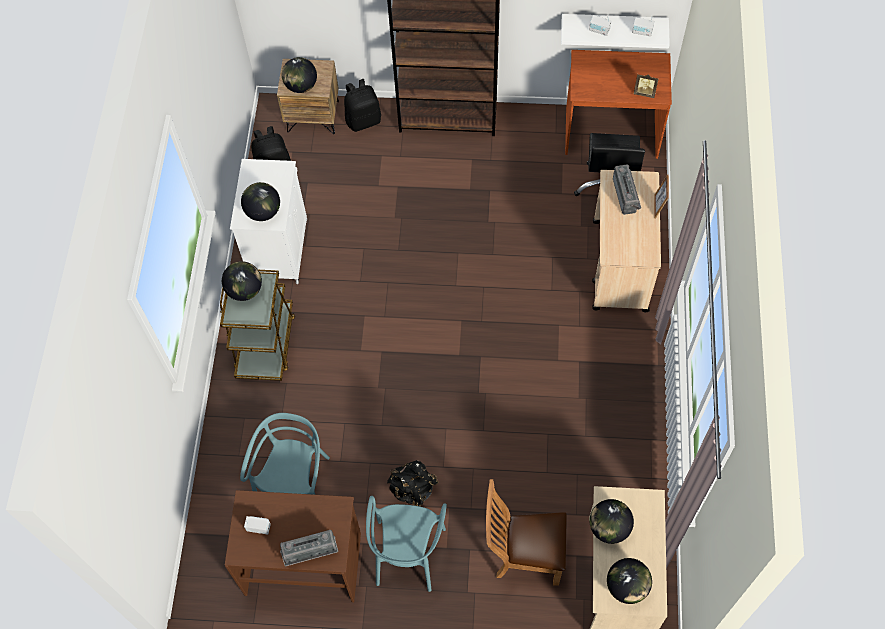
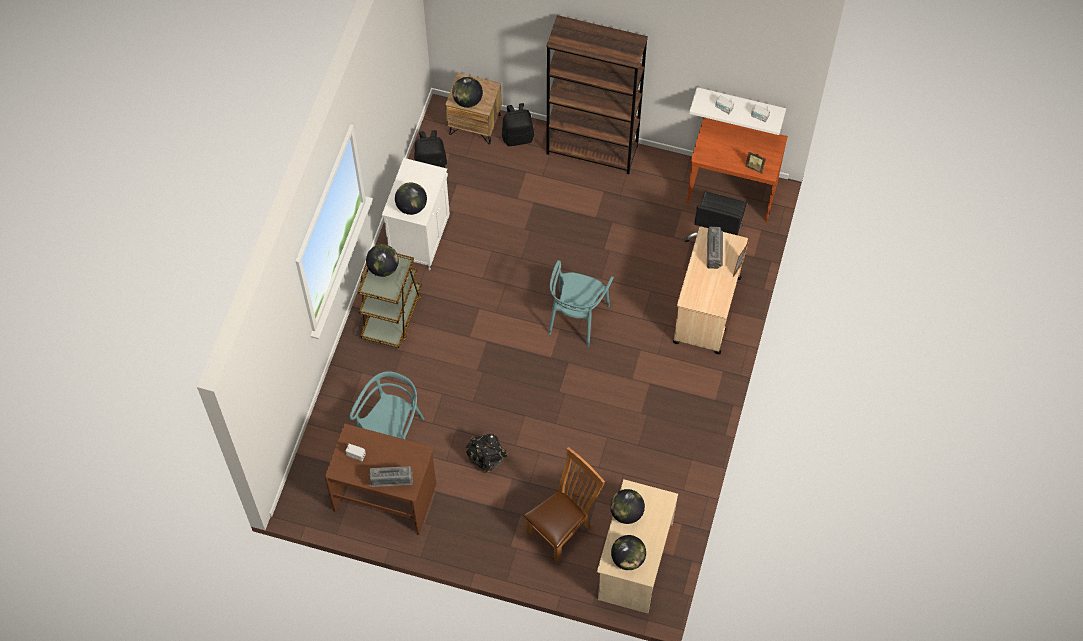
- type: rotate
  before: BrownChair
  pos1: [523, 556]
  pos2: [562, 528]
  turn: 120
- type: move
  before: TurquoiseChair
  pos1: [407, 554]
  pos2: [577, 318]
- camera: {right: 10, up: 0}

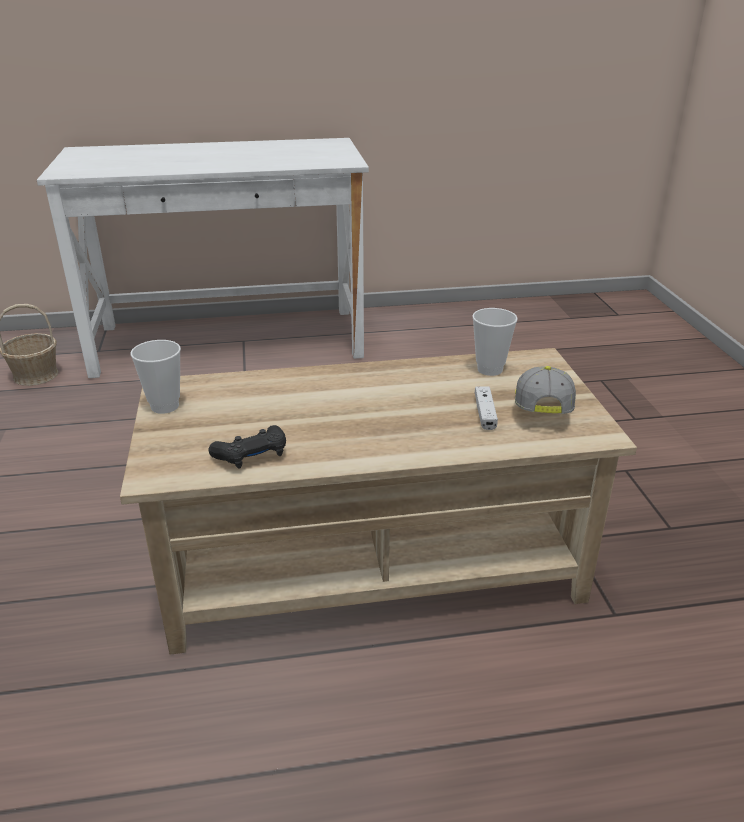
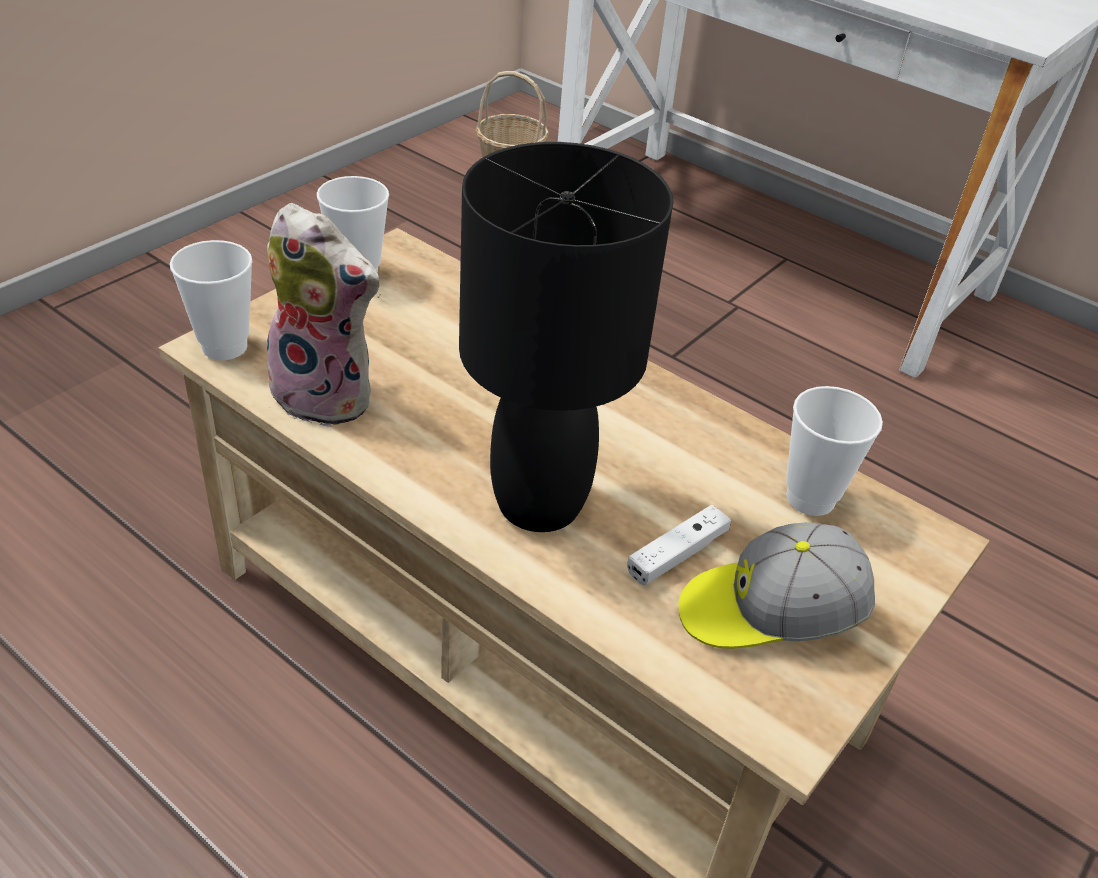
- type: insert
  after: Cup
  pos2: [224, 347]
- type: replace
  before: BlackGameController
  after: PlushToy
  pos1: [252, 456]
  pos2: [329, 395]
- type: insert
  after: BlackTableLamp
  pos2: [541, 503]
- type: rotate
  before: Cap
  pos1: [541, 409]
  pos2: [769, 614]
  turn: -150
- camera: {right: 45, up: 10}

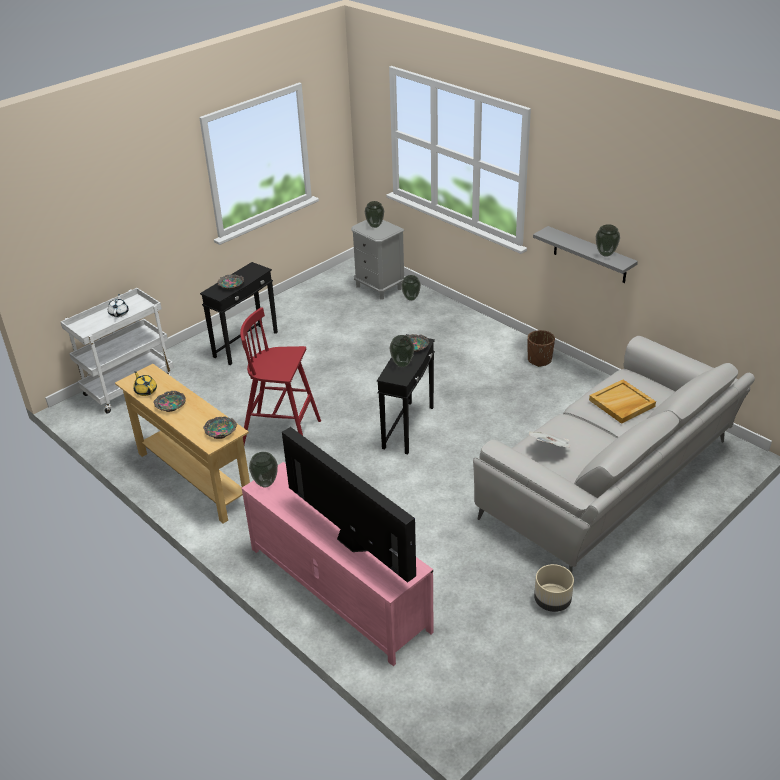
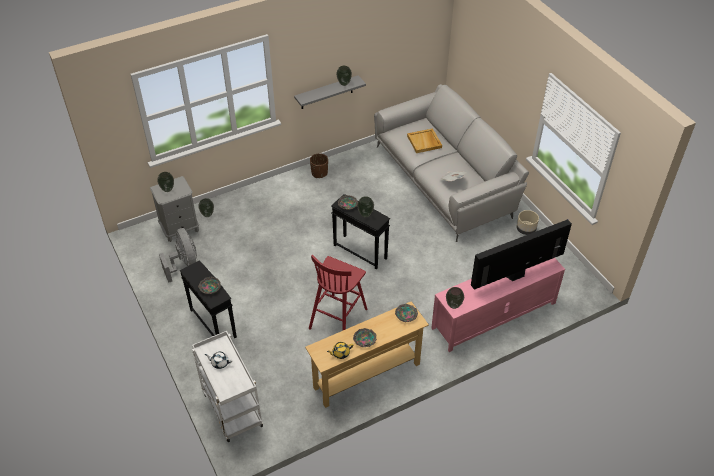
- type: insert
  after: GreyFan
  pos2: [184, 265]
- camera: {right: -75, up: 10}

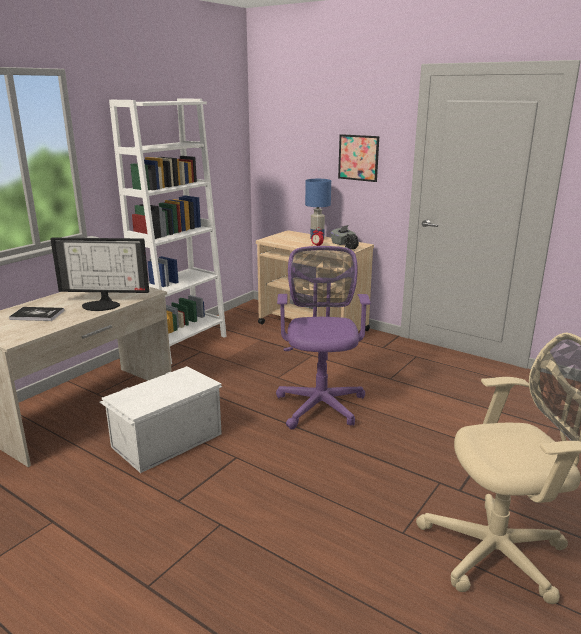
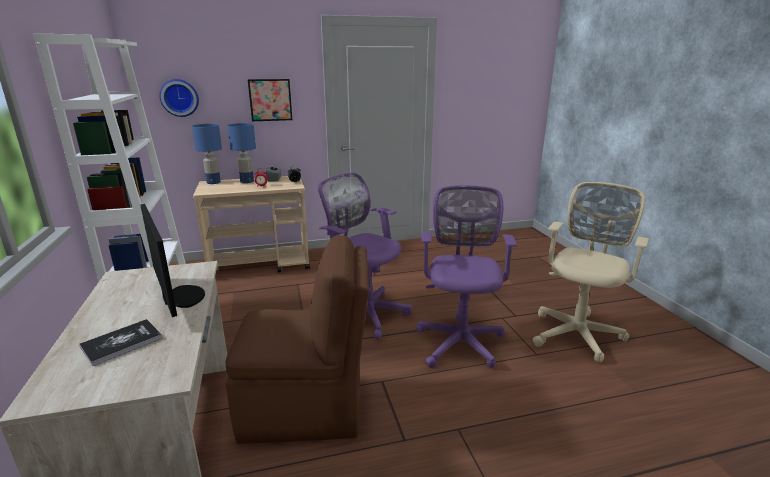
- type: rotate
  before: Monitor
  pos1: [102, 304]
  pos2: [179, 297]
  turn: -75
- type: insert
  after: WallClock
  pos2: [179, 98]
- type: insert
  after: BlueTableLamp
  pos2: [213, 182]
- type: replace
  before: WhiteStorageBox
  after: BrownChair
  pos1: [165, 440]
  pos2: [306, 408]
- type: insert
  after: PurpleOfficeChair
  pos2: [460, 340]
- camera: {right: -50, up: 0}

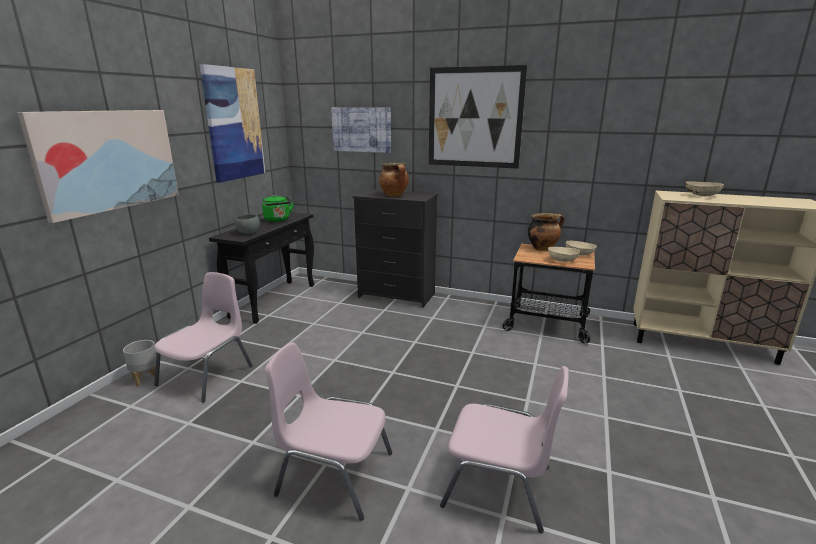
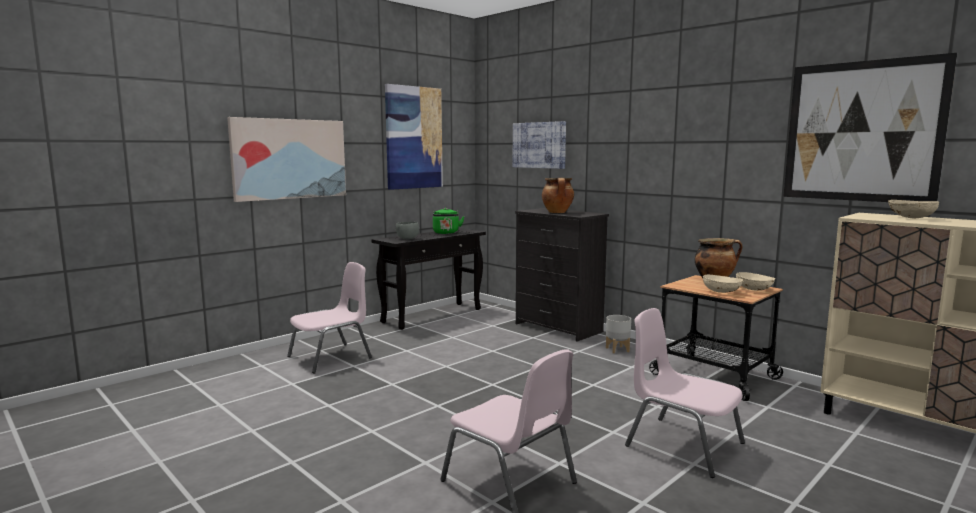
- type: move
  before: GreyPlanter
  pos1: [145, 379]
  pos2: [617, 350]
- type: move
  before: PinkChair
  pos1: [334, 473]
  pos2: [682, 444]
- type: move
  before: Picture
  pos1: [474, 118]
  pos2: [862, 131]
- camera: {right: 25, up: -10}

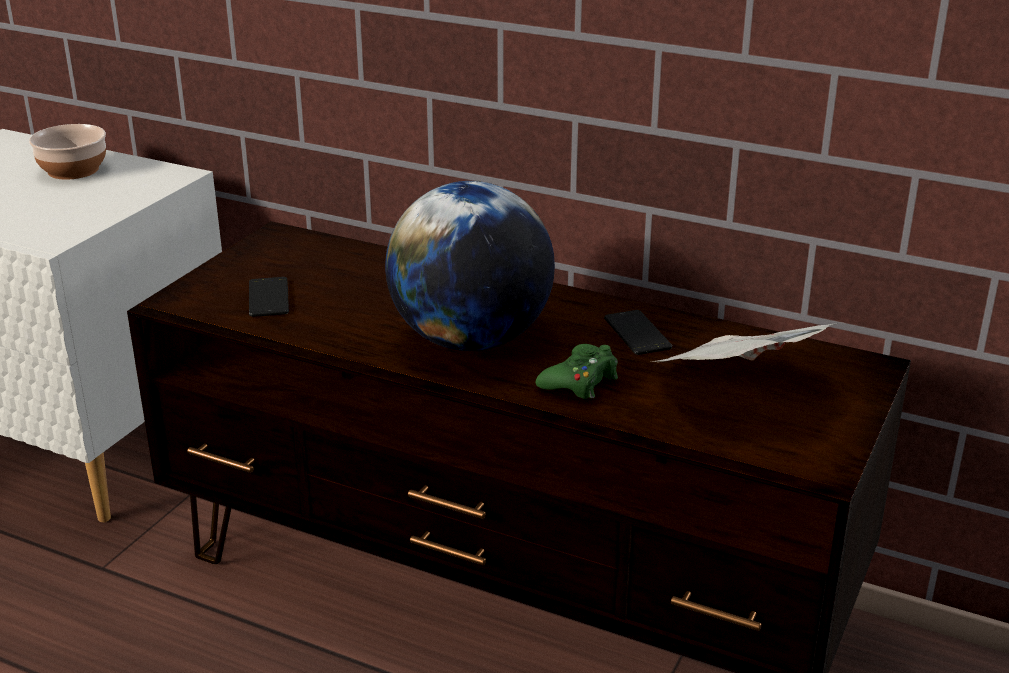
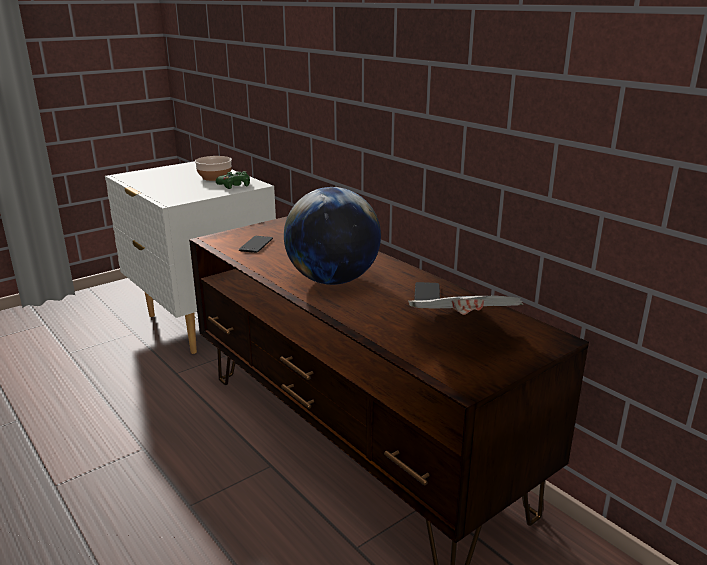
- type: move
  before: GreenGameController
  pos1: [580, 381]
  pos2: [234, 185]
- camera: {right: 25, up: -5}

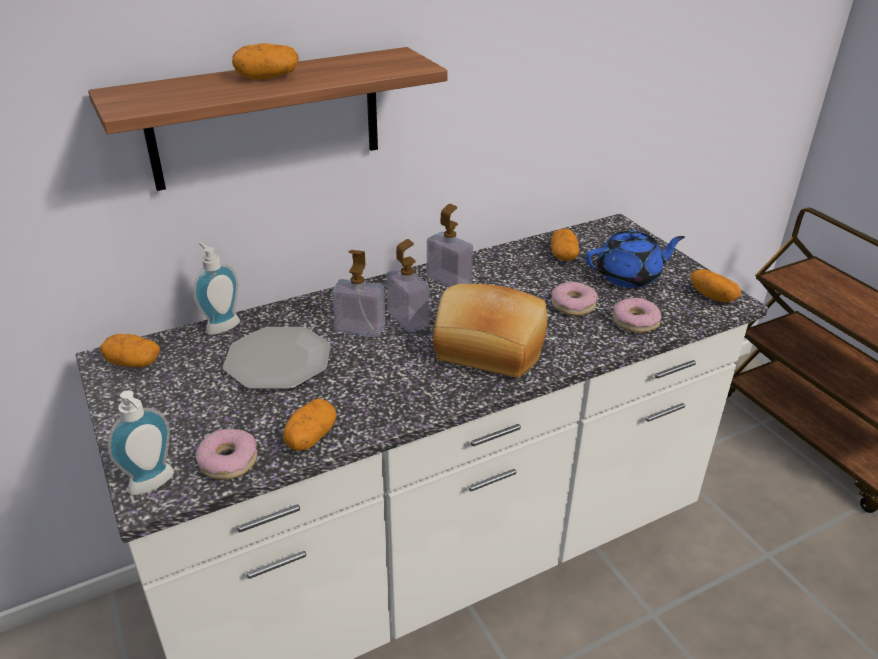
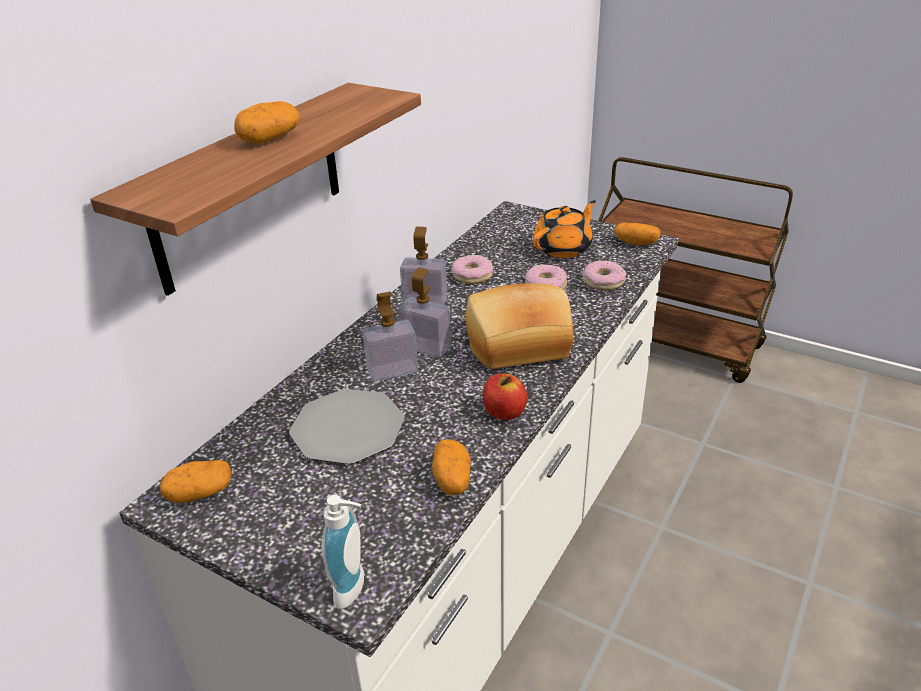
- type: move
  before: Donut
  pos1: [228, 461]
  pos2: [472, 275]
- type: insert
  after: Apple
  pos2: [504, 412]
- type: recolor
  before: BlueTeapot
  after: OrangeTeapot
  pos1: [629, 276]
  pos2: [563, 248]
- type: delete
  before: SoapDispenser
  pos1: [221, 325]
- type: delete
  before: Potato
  pos1: [563, 255]
- camera: {right: -30, up: 0}

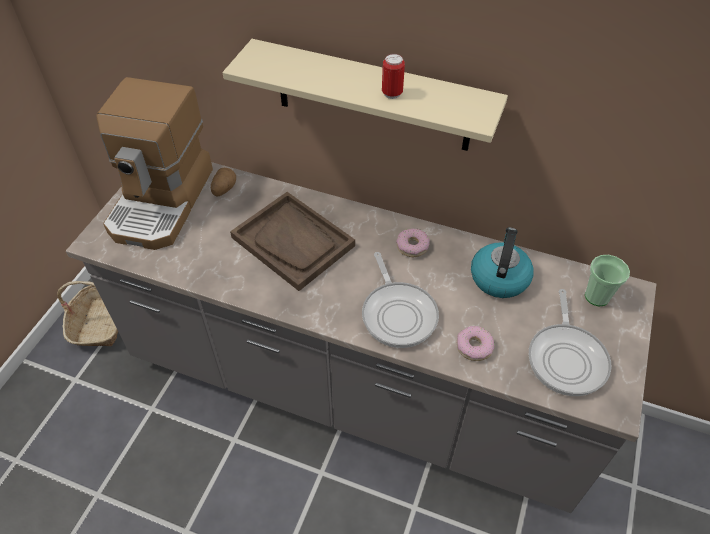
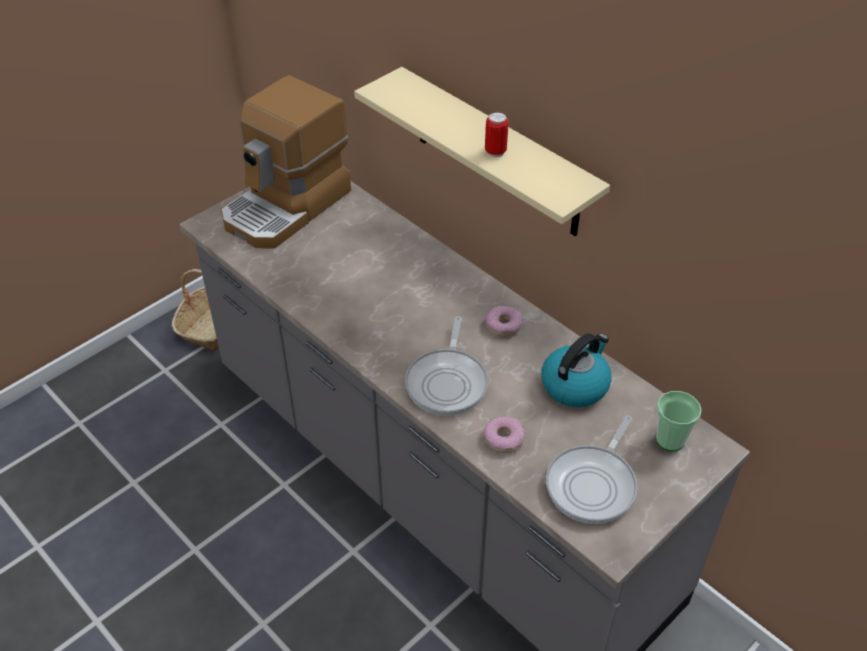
- type: delete
  before: Potato
  pos1: [224, 189]
- type: delete
  before: BrownTray
  pos1: [293, 242]
- camera: {right: 25, up: -5}

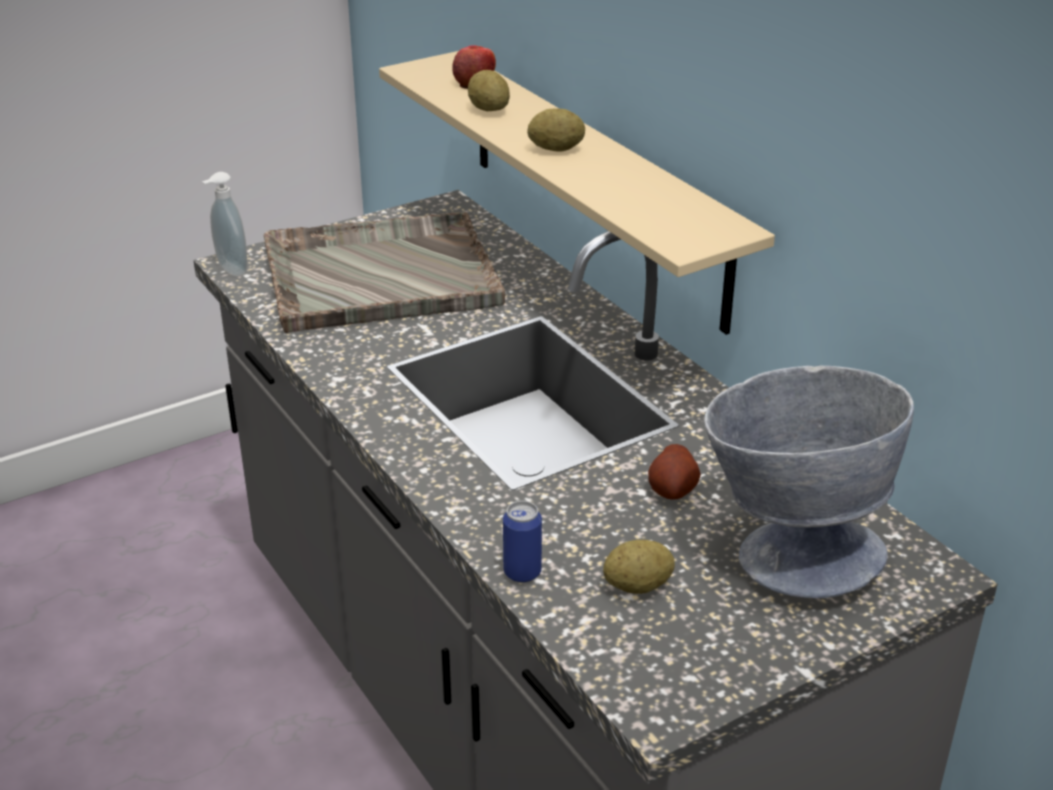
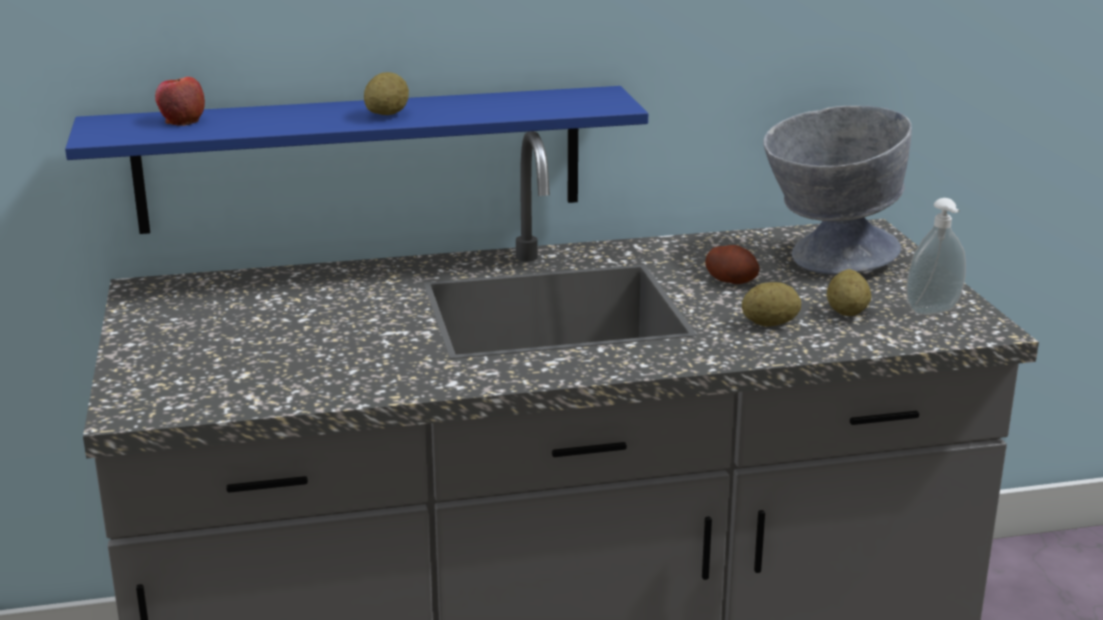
- type: recolor
  before: BeigeShelf
  after: BlueShelf
  pos1: [594, 185]
  pos2: [361, 159]
- type: move
  before: Potato
  pos1: [489, 110]
  pos2: [770, 324]
- type: move
  before: SoapDispenser
  pos1: [230, 270]
  pos2: [934, 312]
- type: delete
  before: GreyTray
  pos1: [378, 275]
- type: delete
  before: Can
  pos1: [522, 572]
- camera: {right: -70, up: -10}

